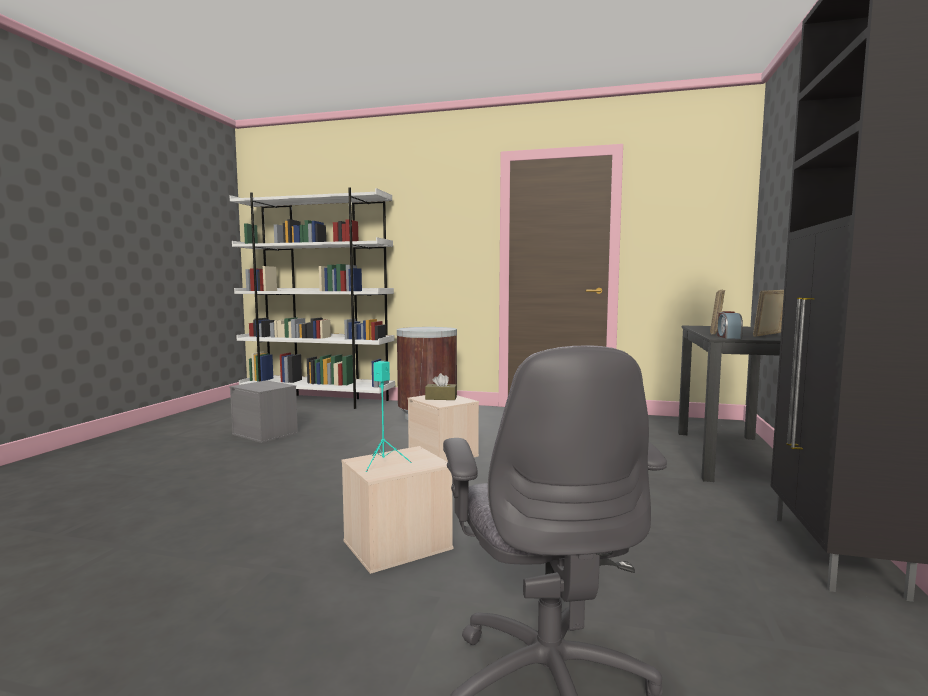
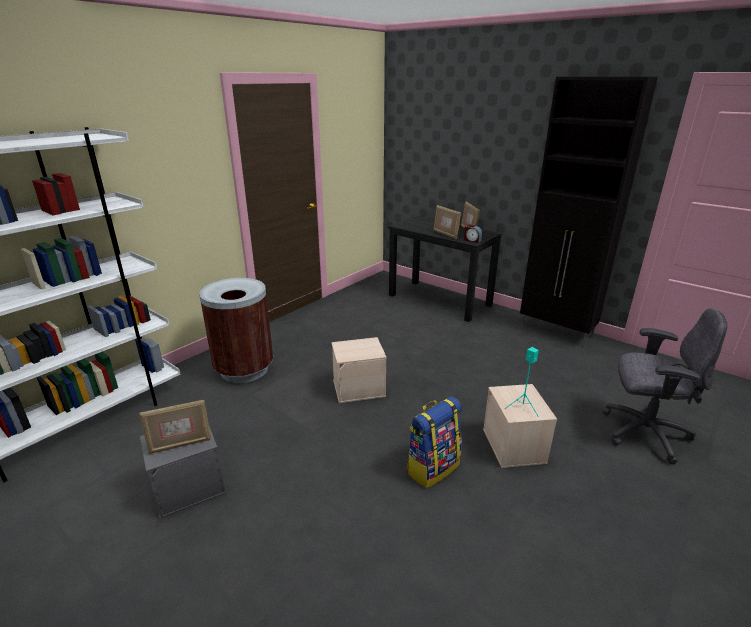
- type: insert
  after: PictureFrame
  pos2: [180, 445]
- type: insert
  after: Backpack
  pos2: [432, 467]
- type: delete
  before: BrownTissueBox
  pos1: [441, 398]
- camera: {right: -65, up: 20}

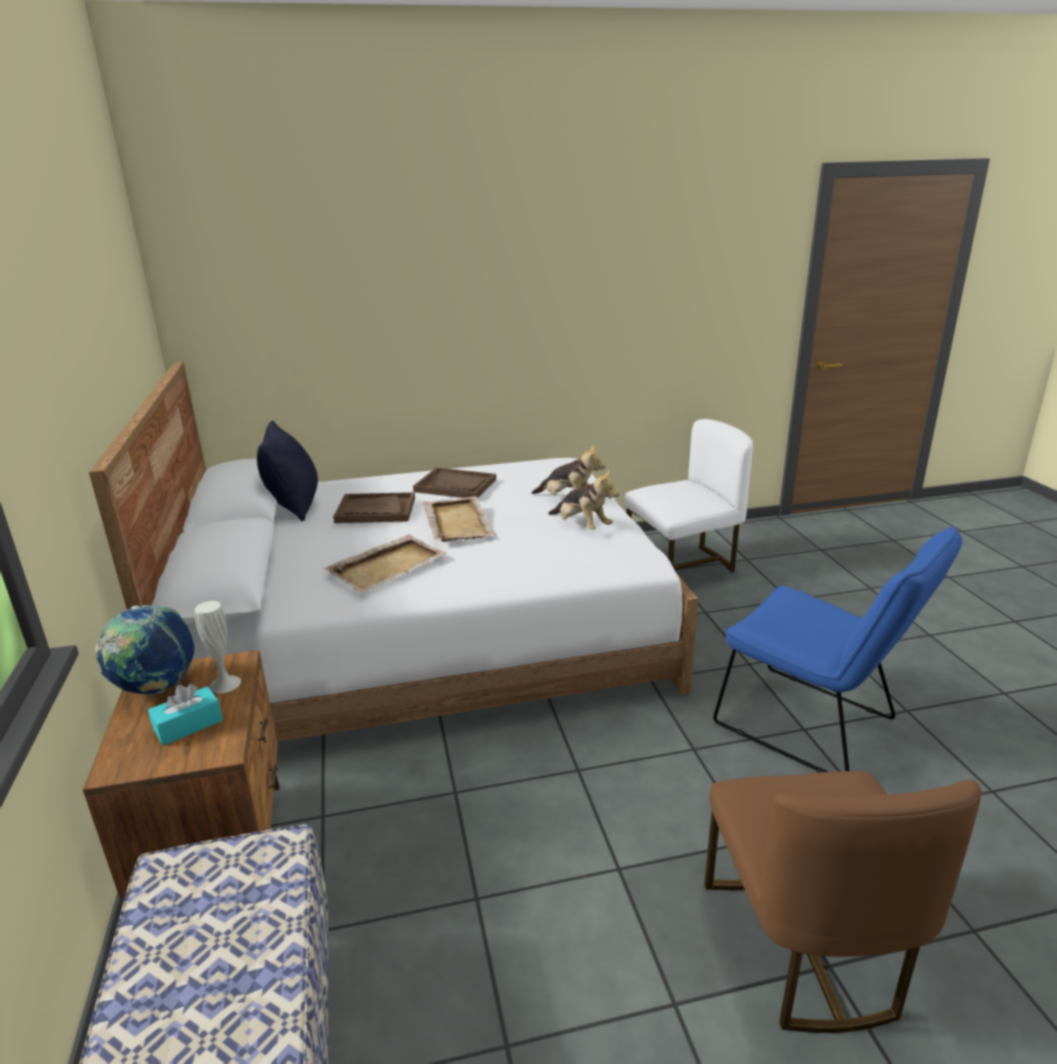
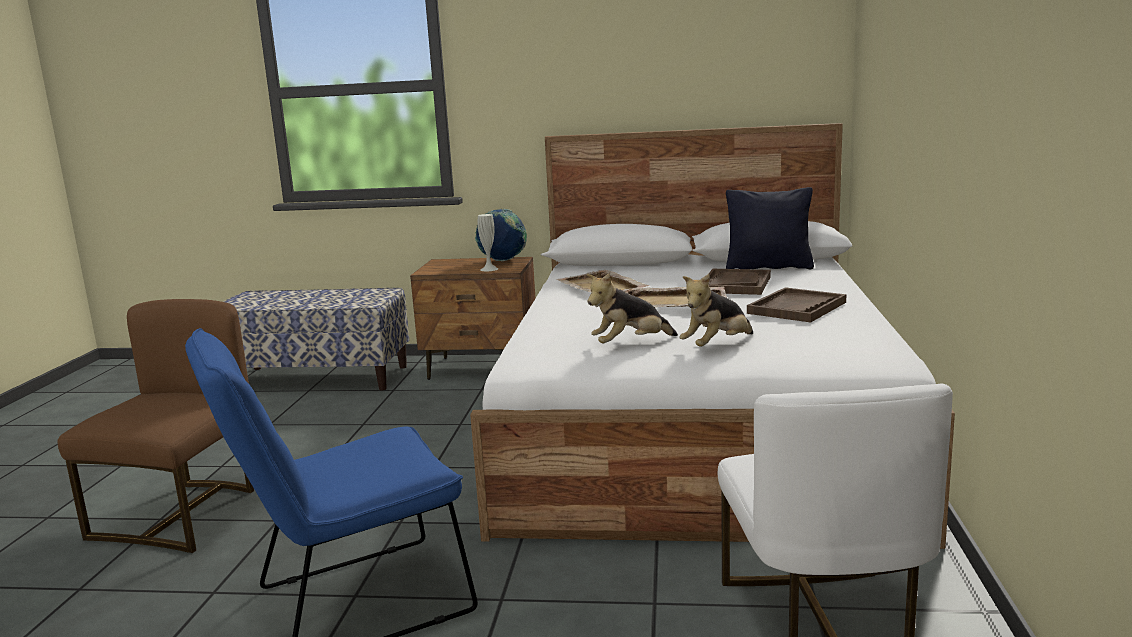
- type: rotate
  before: BrownChair
  pos1: [805, 946]
  pos2: [182, 515]
  turn: 90
- type: delete
  before: TurquoiseTissueBox
  pos1: [188, 725]
- camera: {right: 110, up: -10}

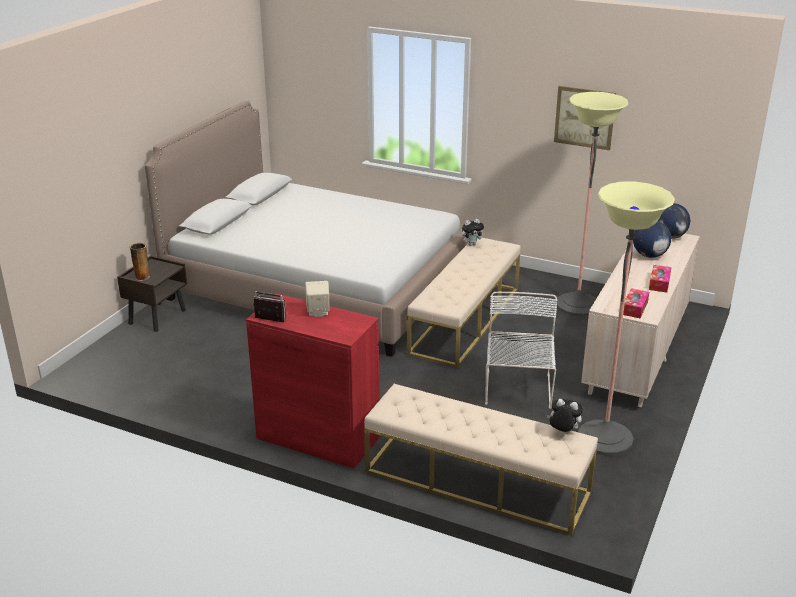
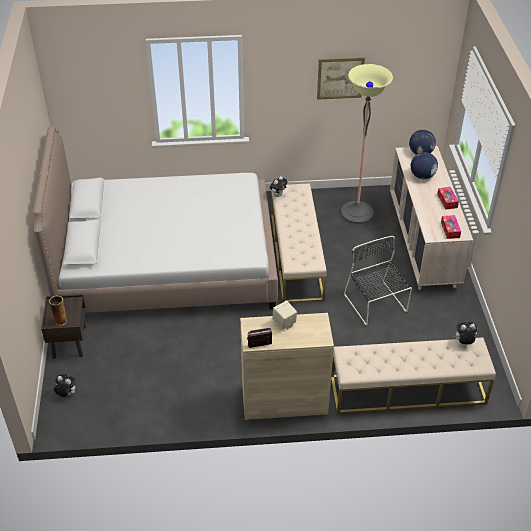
- type: insert
  after: PlushToy
  pos2: [66, 394]
- type: recolor
  before: RedCabinet
  after: BeigeCabinet
  pos1: [318, 438]
  pos2: [284, 400]
- type: recolor
  before: WhiteChair
  after: BlackChair
  pos1: [518, 390]
  pos2: [376, 304]
- type: delete
  before: FloorLamp
  pos1: [605, 438]
- camera: {right: -30, up: 15}

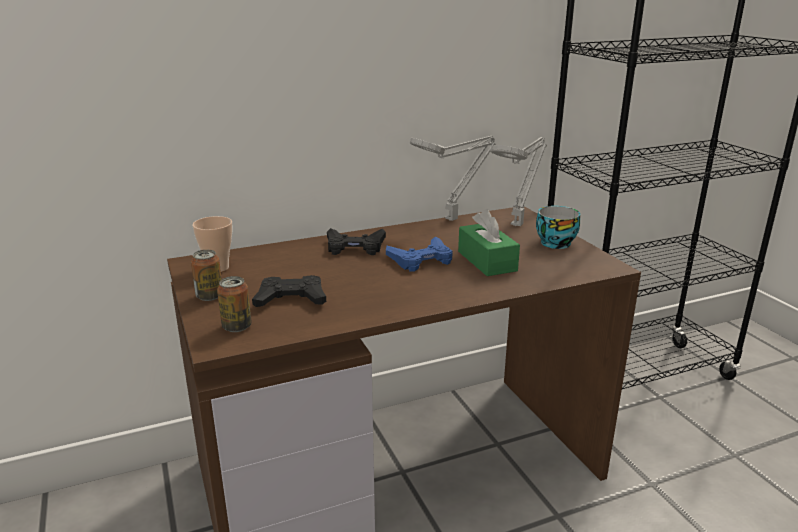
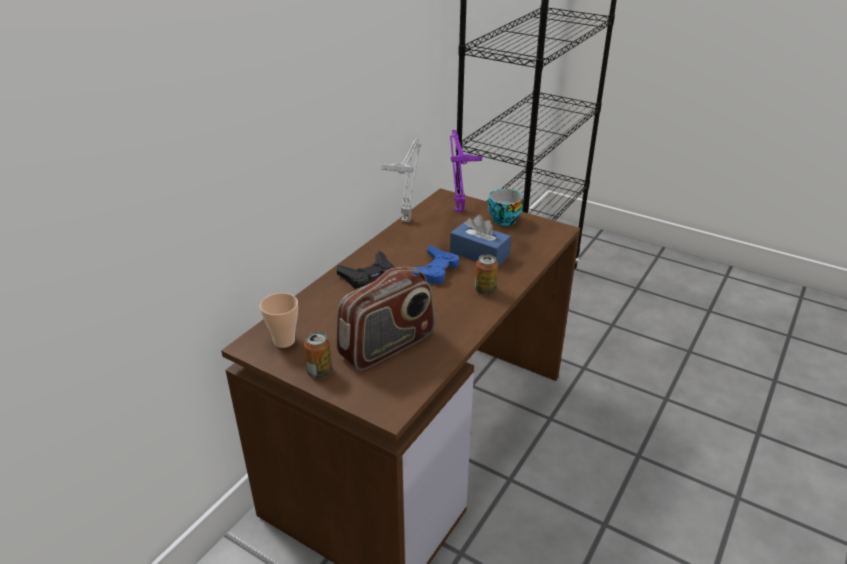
- type: replace
  before: BlackGameController
  after: Radio
  pos1: [291, 299]
  pos2: [387, 346]
- type: recolor
  before: GreyTableLamp
  after: PurpleTableLamp
  pos1: [518, 224]
  pos2: [458, 209]
- type: recolor
  before: GreenTissueBox
  after: BlueTissueBox
  pos1: [487, 261]
  pos2: [479, 254]
- type: move
  before: Can
  pos1: [237, 327]
  pos2: [485, 290]
- camera: {right: -35, up: 10}

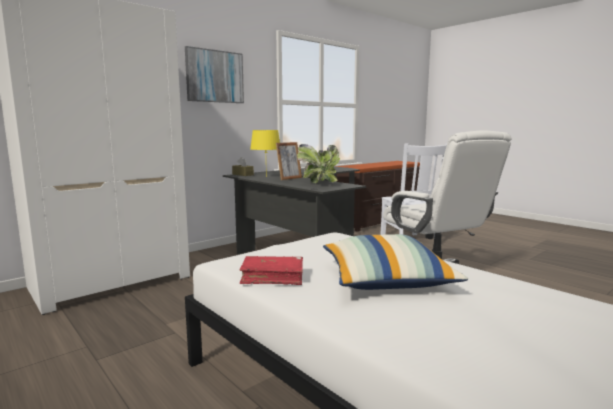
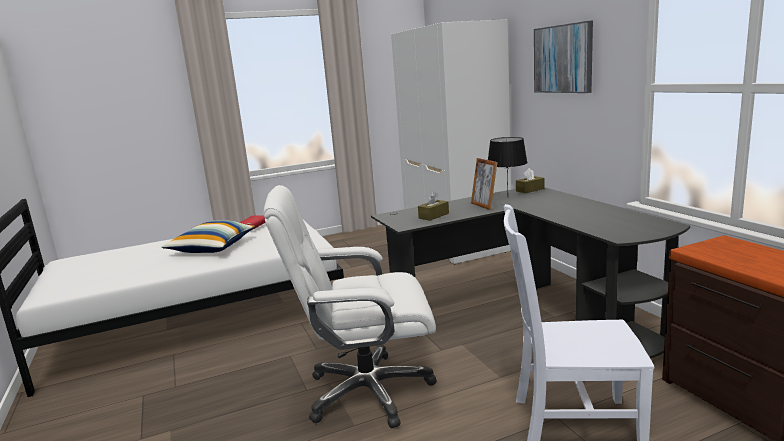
- type: replace
  before: PottedPlant
  after: BrownTissueBox
  pos1: [320, 183]
  pos2: [433, 216]
- type: recolor
  before: YellowTableLamp
  after: BlackTableLamp
  pos1: [266, 177]
  pos2: [507, 198]
- camera: {right: 110, up: 5}

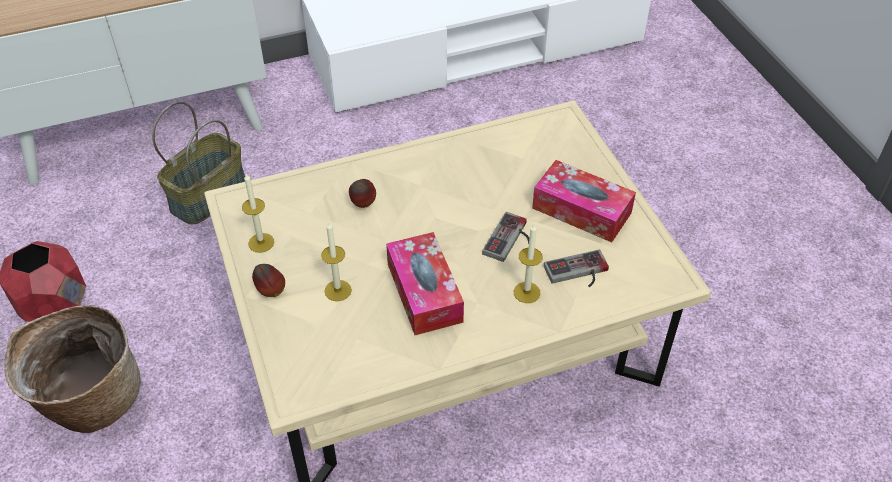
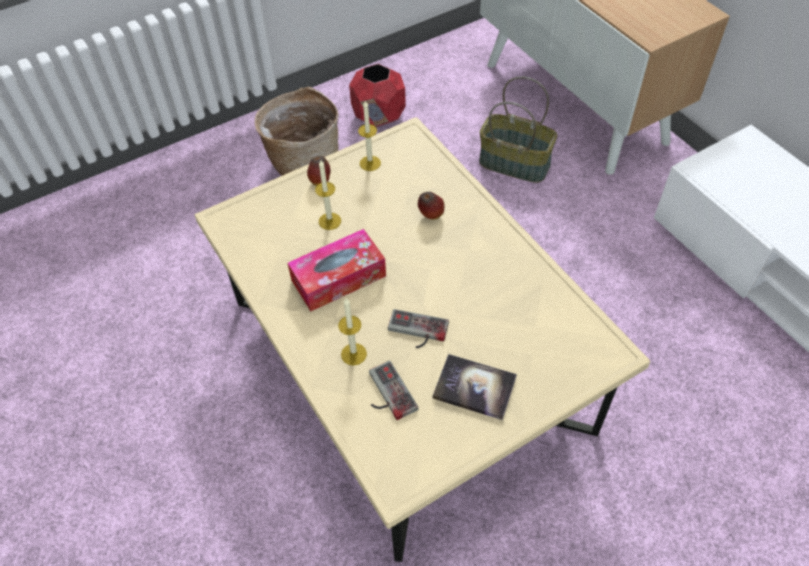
- type: replace
  before: TissueBox
  after: Book
  pos1: [581, 210]
  pos2: [474, 387]
- camera: {right: 80, up: 5}

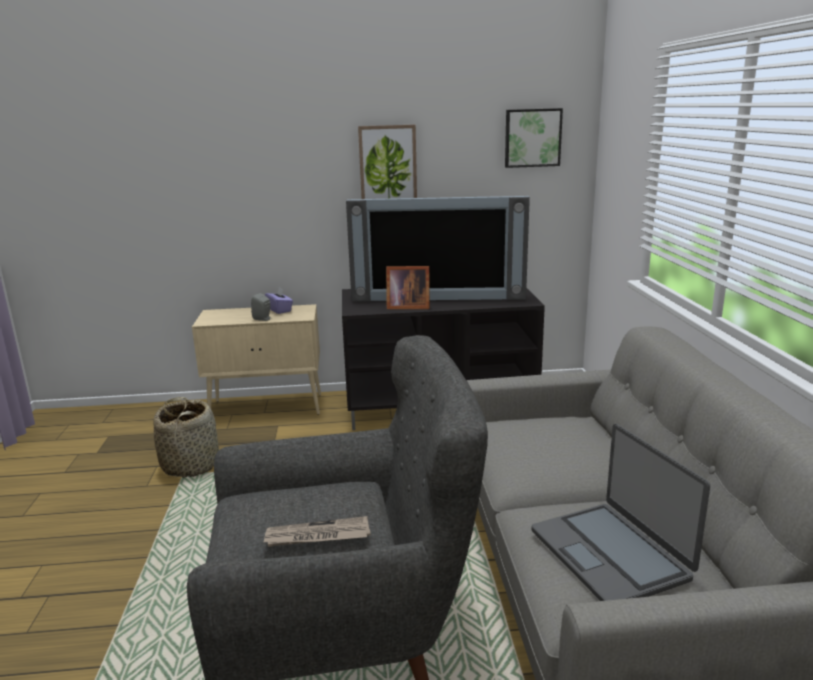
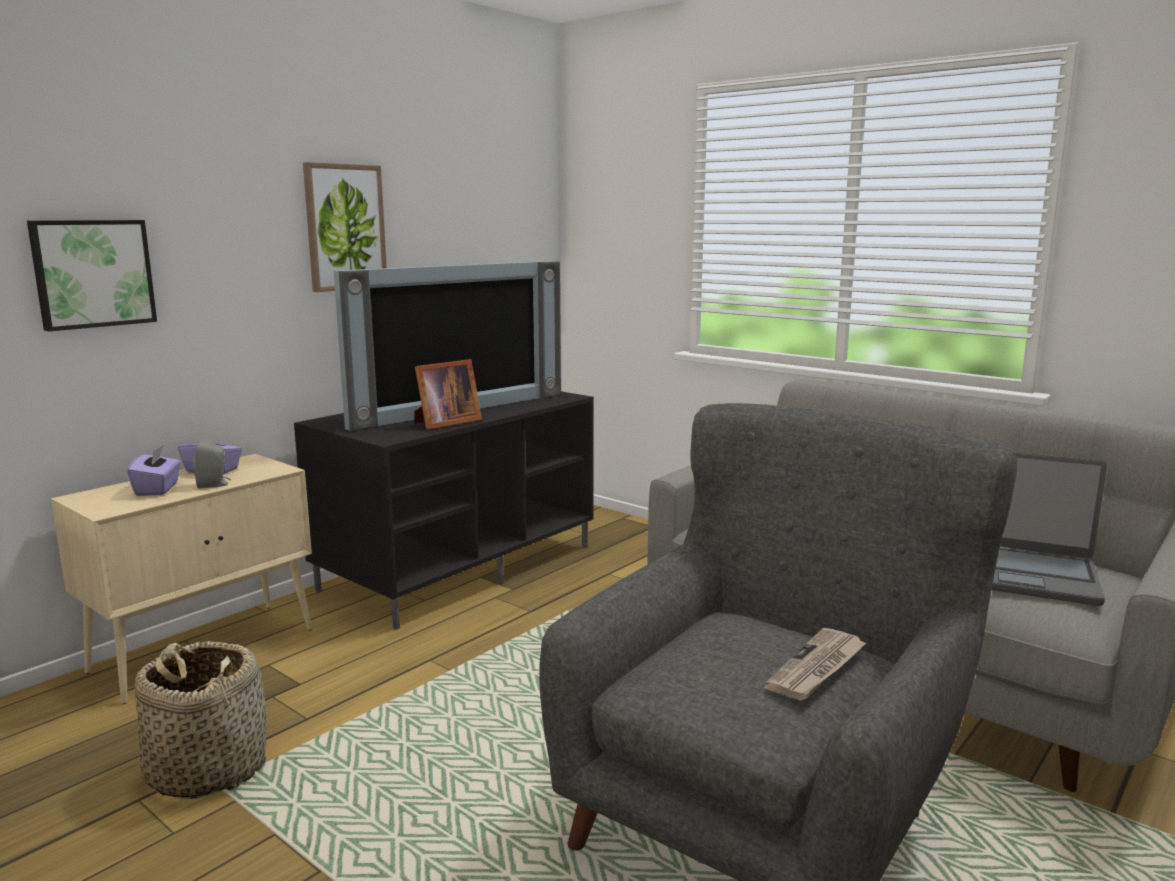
- type: move
  before: Picture
  pos1: [532, 138]
  pos2: [92, 273]
- type: insert
  after: PurpleTissueBox
  pos2: [158, 489]
- camera: {right: -45, up: -5}

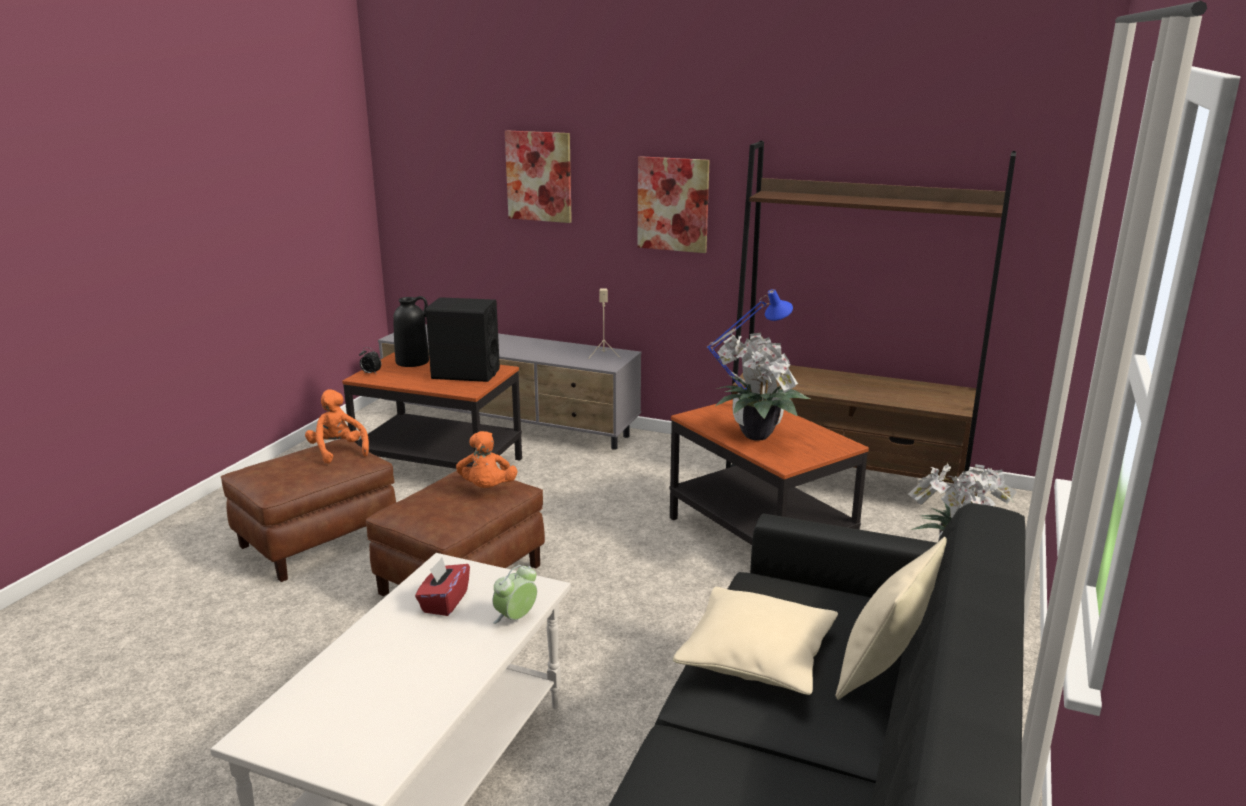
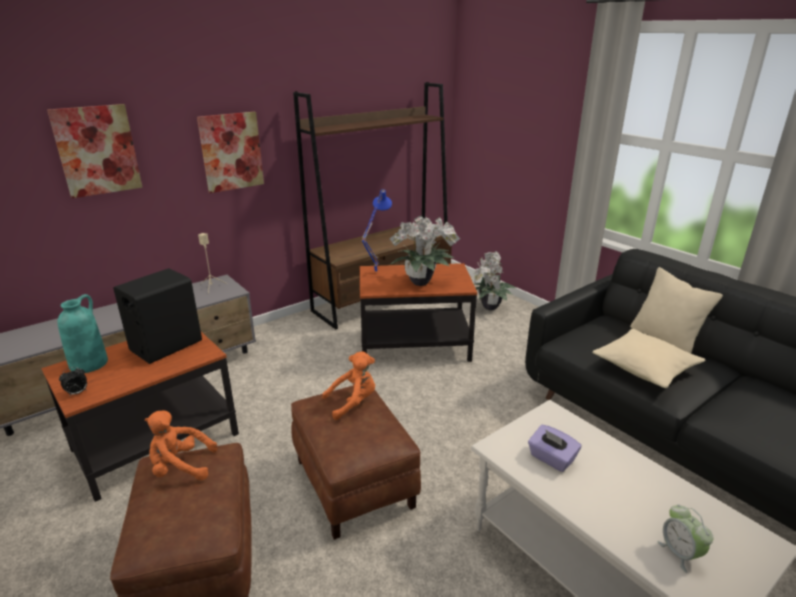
- type: recolor
  before: BlackVase
  after: TurquoiseVase
  pos1: [413, 361]
  pos2: [89, 363]
- type: rotate
  before: OrangePlushToy
  pos1: [487, 489]
  pos2: [353, 402]
  turn: -45
- type: recolor
  before: RedTissueBox
  after: PurpleTissueBox
  pos1: [444, 602]
  pos2: [551, 459]
- type: move
  before: AlarmClock
  pos1: [516, 618]
  pos2: [679, 553]
- camera: {right: -60, up: 5}

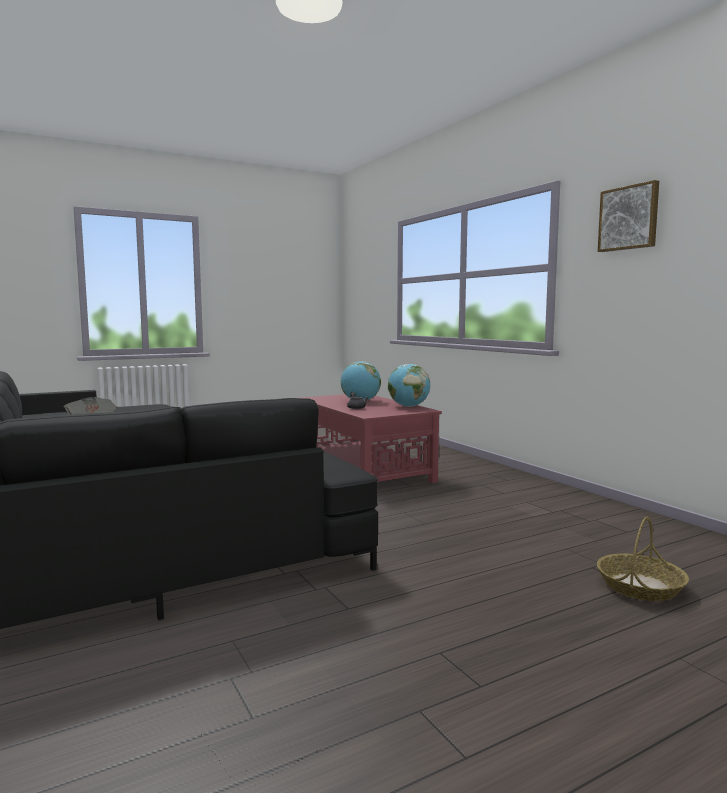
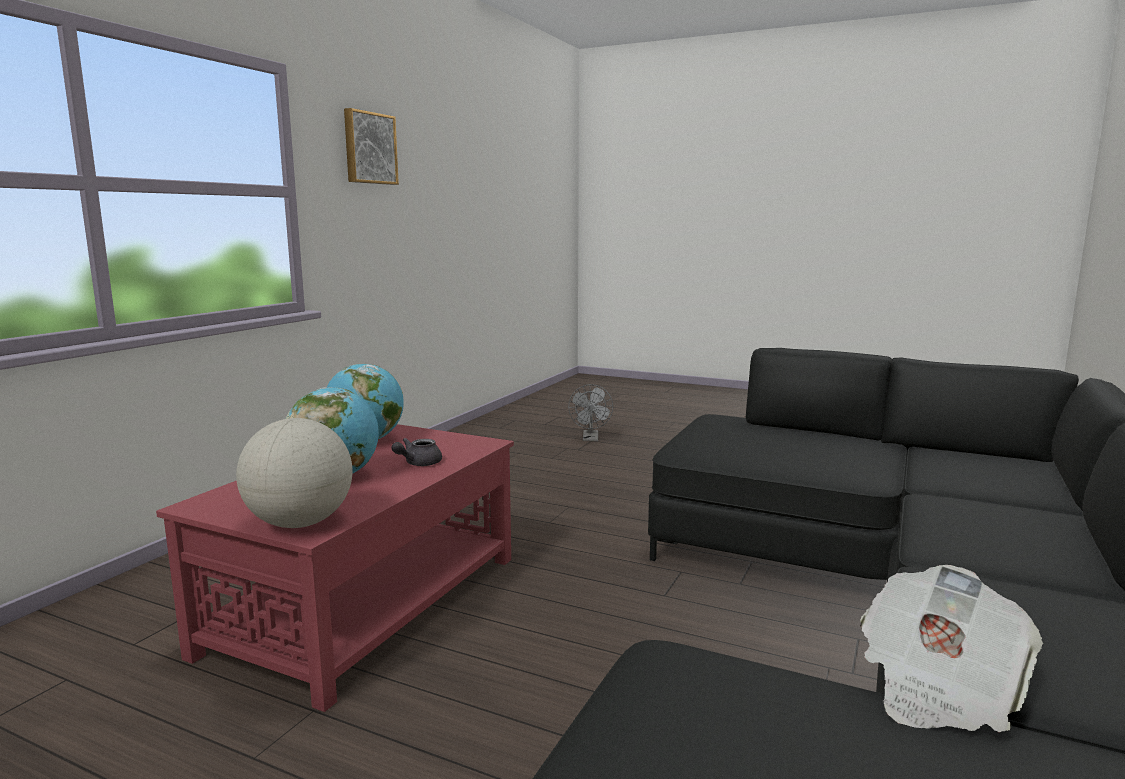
- type: insert
  after: Globe
  pos2: [300, 523]
- type: replace
  before: Basket
  after: GreyFan
  pos1: [640, 587]
  pos2: [591, 439]
- camera: {right: -125, up: 5}

